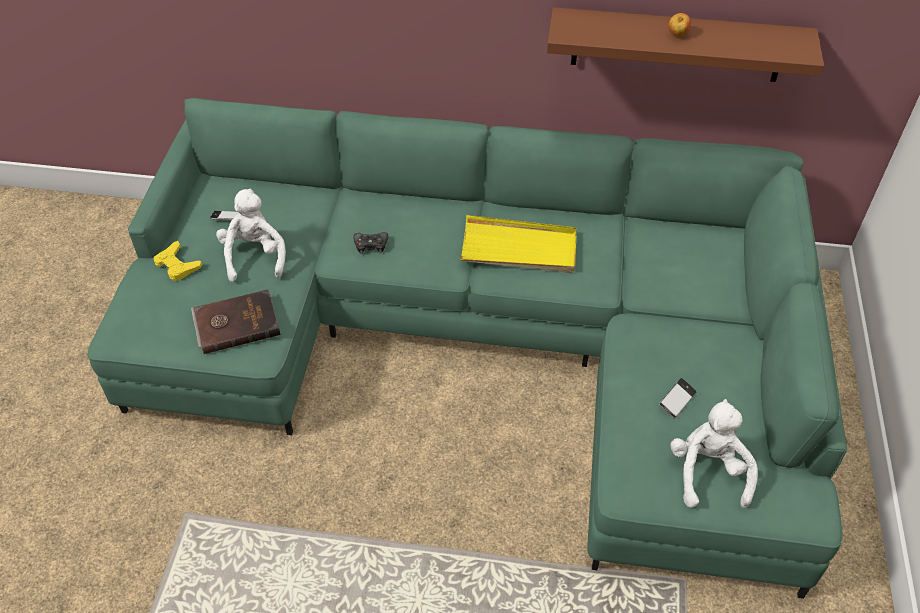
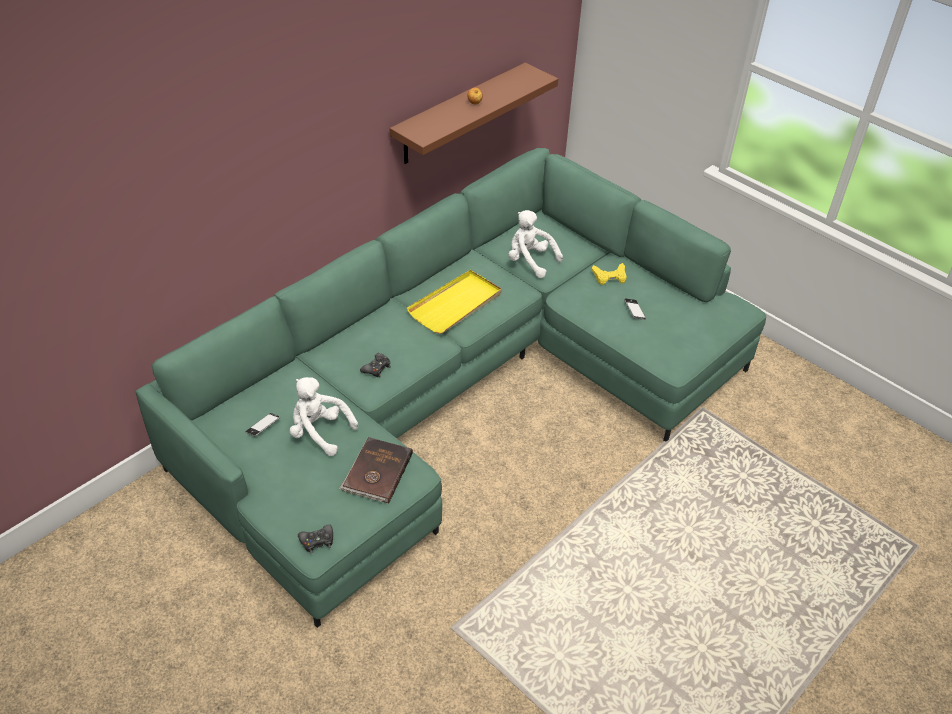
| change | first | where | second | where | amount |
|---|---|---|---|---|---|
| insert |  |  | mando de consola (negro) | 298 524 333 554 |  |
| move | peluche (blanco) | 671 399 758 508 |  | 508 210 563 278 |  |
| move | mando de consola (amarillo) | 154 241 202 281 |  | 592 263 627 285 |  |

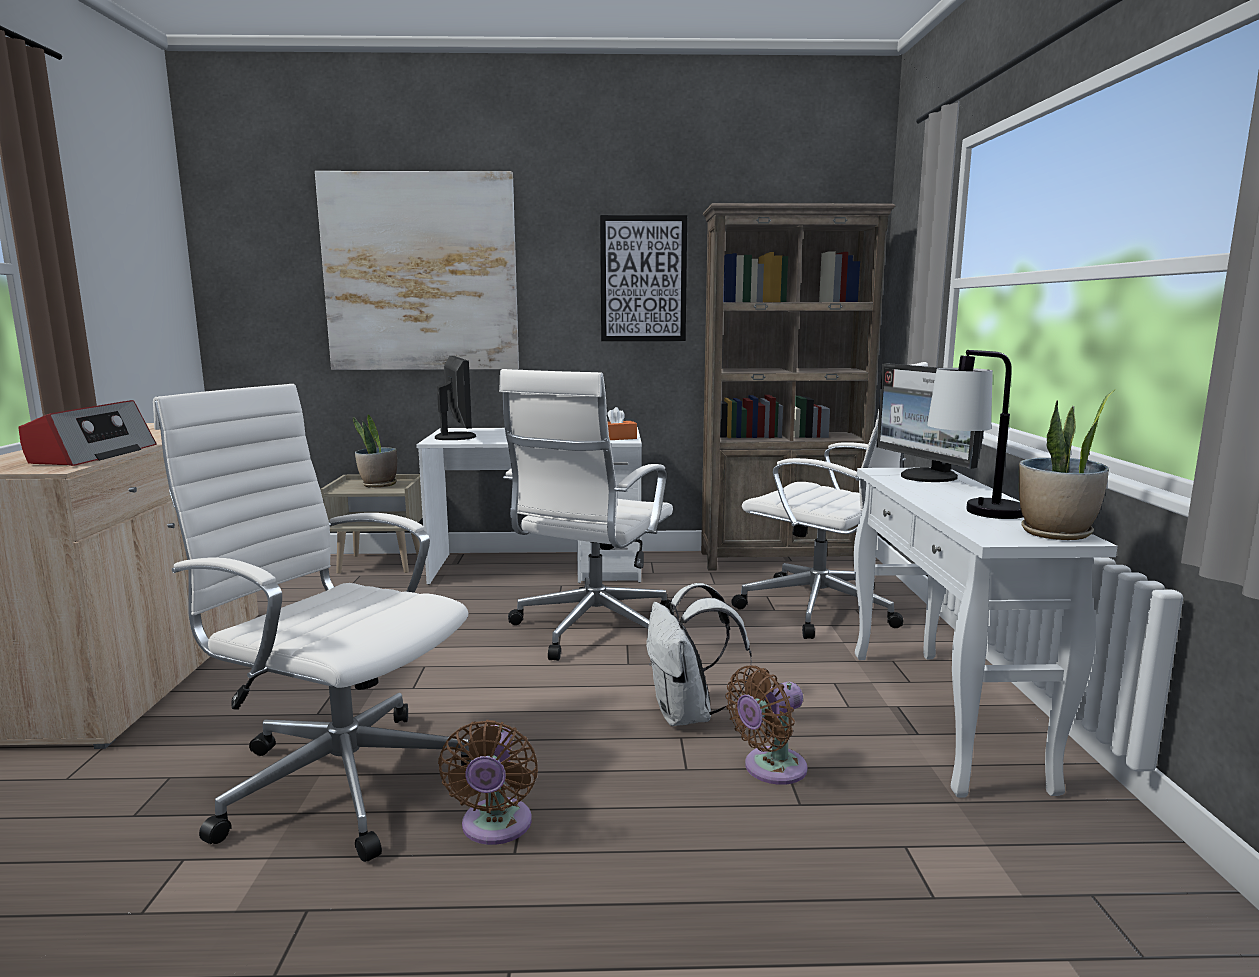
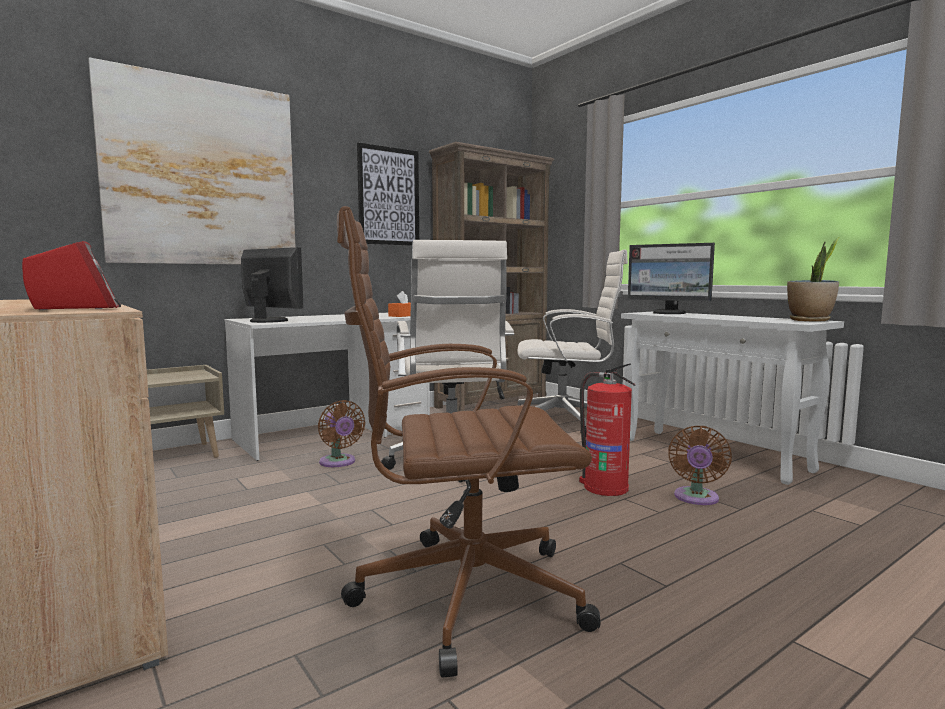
| change | first | where | second | where | amount |
|---|---|---|---|---|---|
| move | ventilador (marrón) | 438 720 538 845 |  | 318 400 365 467 |  |
| recolor | silla de oficina (blanco) | 153 384 471 862 | silla de oficina (marrón) | 337 206 601 677 |  |
| replace | mochila (blanco) | 646 583 752 726 | extintor | 579 363 635 496 |  |
| delete | planta en maceta | 353 414 397 488 |  |  |  |
| delete | lámpara de mesa | 927 350 1023 519 |  |  |  |

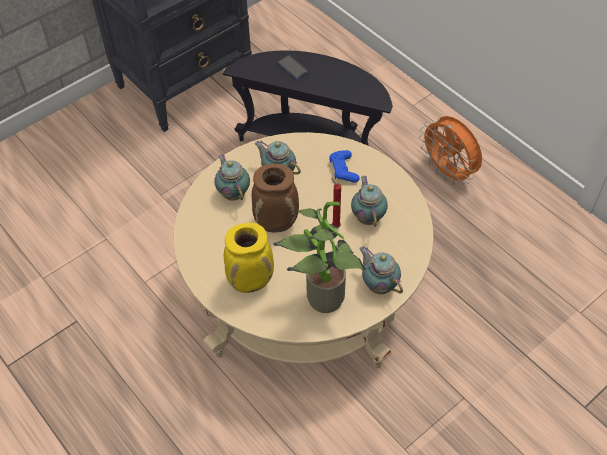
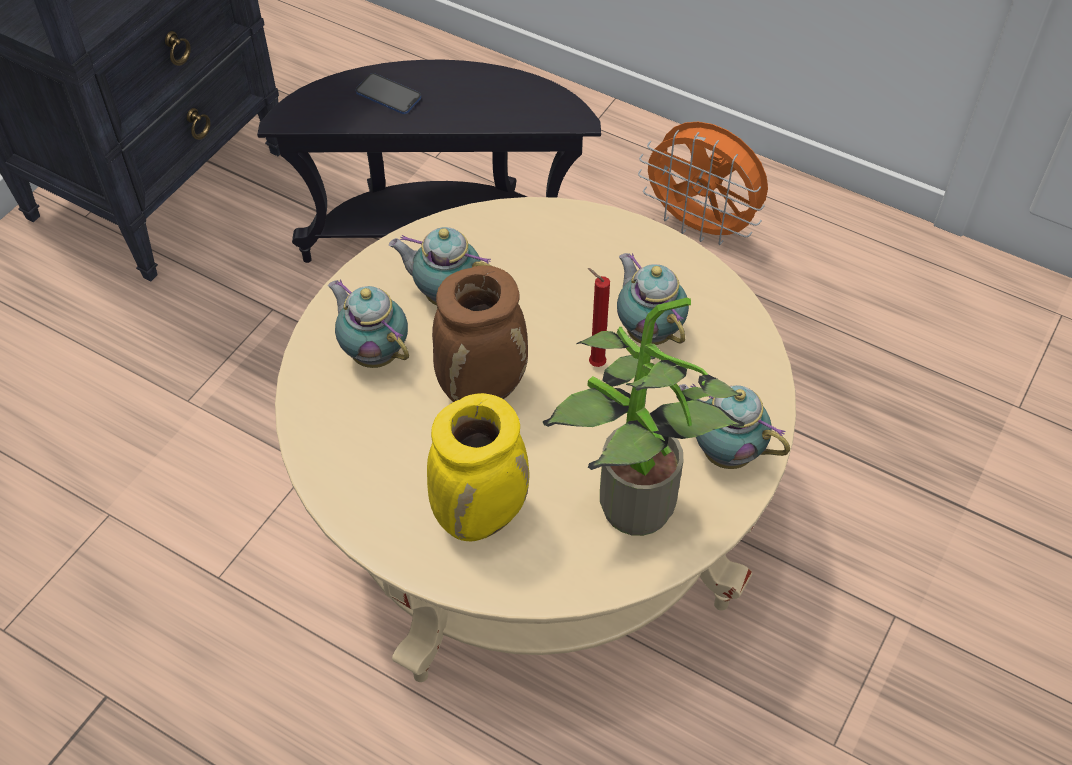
| change | first | where | second | where | amount |
|---|---|---|---|---|---|
| delete | mando de consola (azul) | 329 150 360 183 |  |  |  |

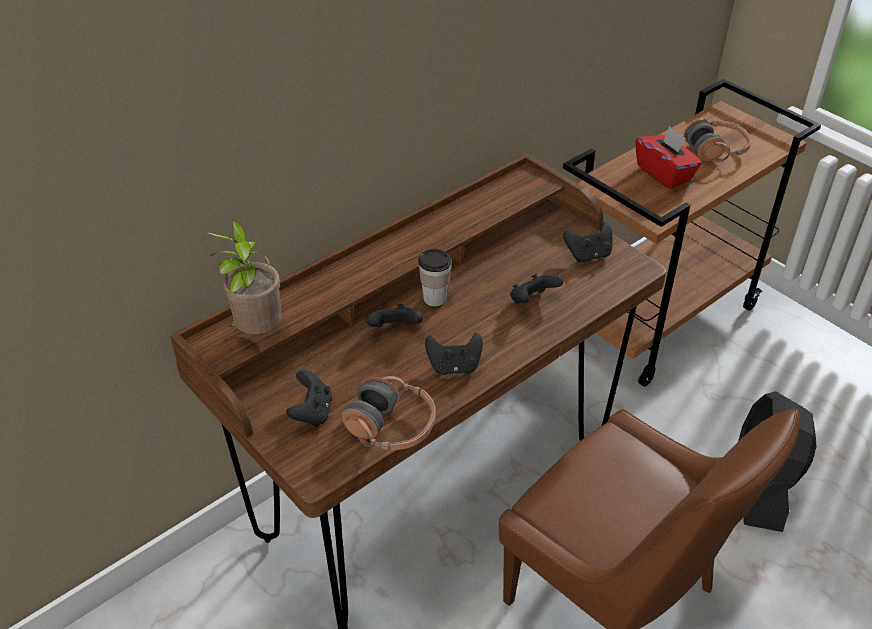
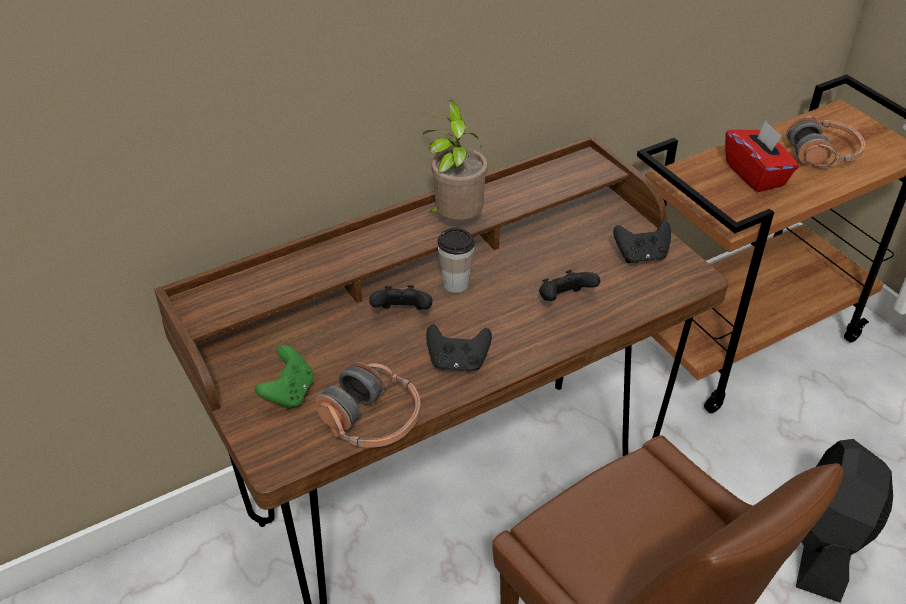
| change | first | where | second | where | amount |
|---|---|---|---|---|---|
| recolor | mando de consola (negro) | 286 370 332 427 | mando de consola (verde) | 255 345 314 409 |  |
| move | planta en maceta | 206 220 282 334 |  | 423 100 488 220 |  |

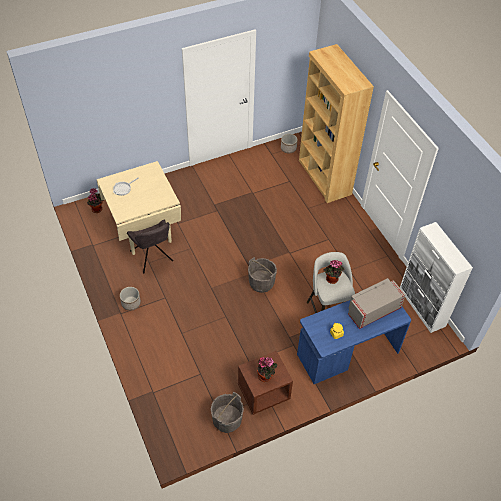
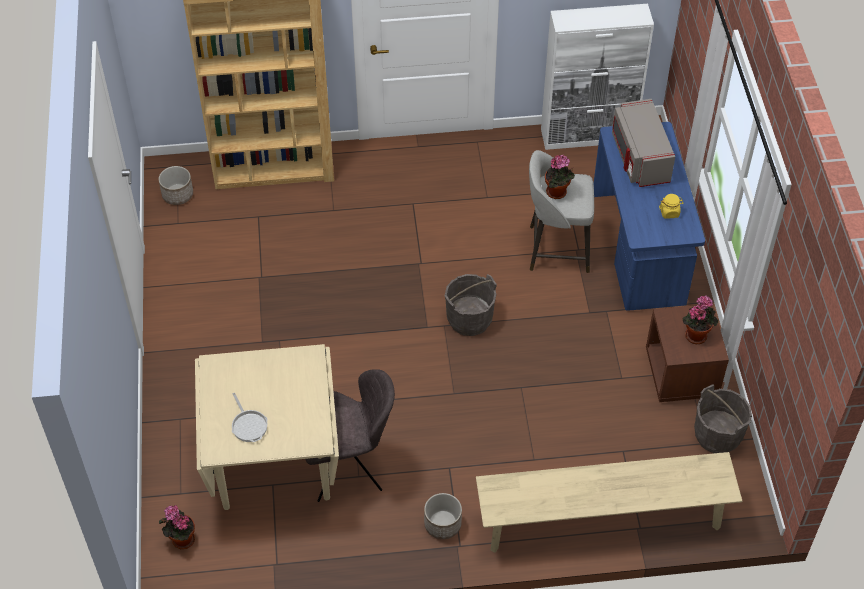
| change | first | where | second | where | amount |
|---|---|---|---|---|---|
| insert |  |  | banco (beis) | 476 452 742 553 |  |

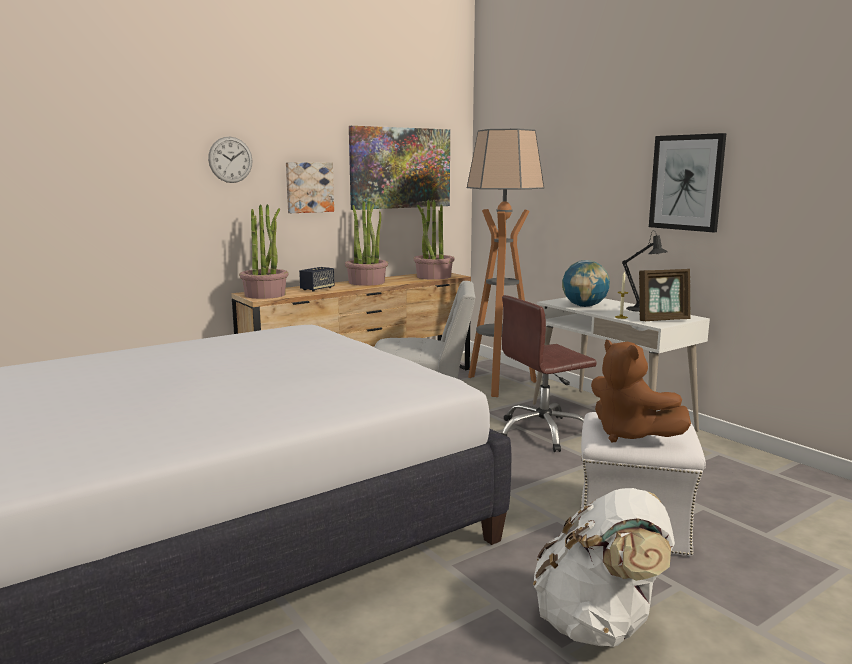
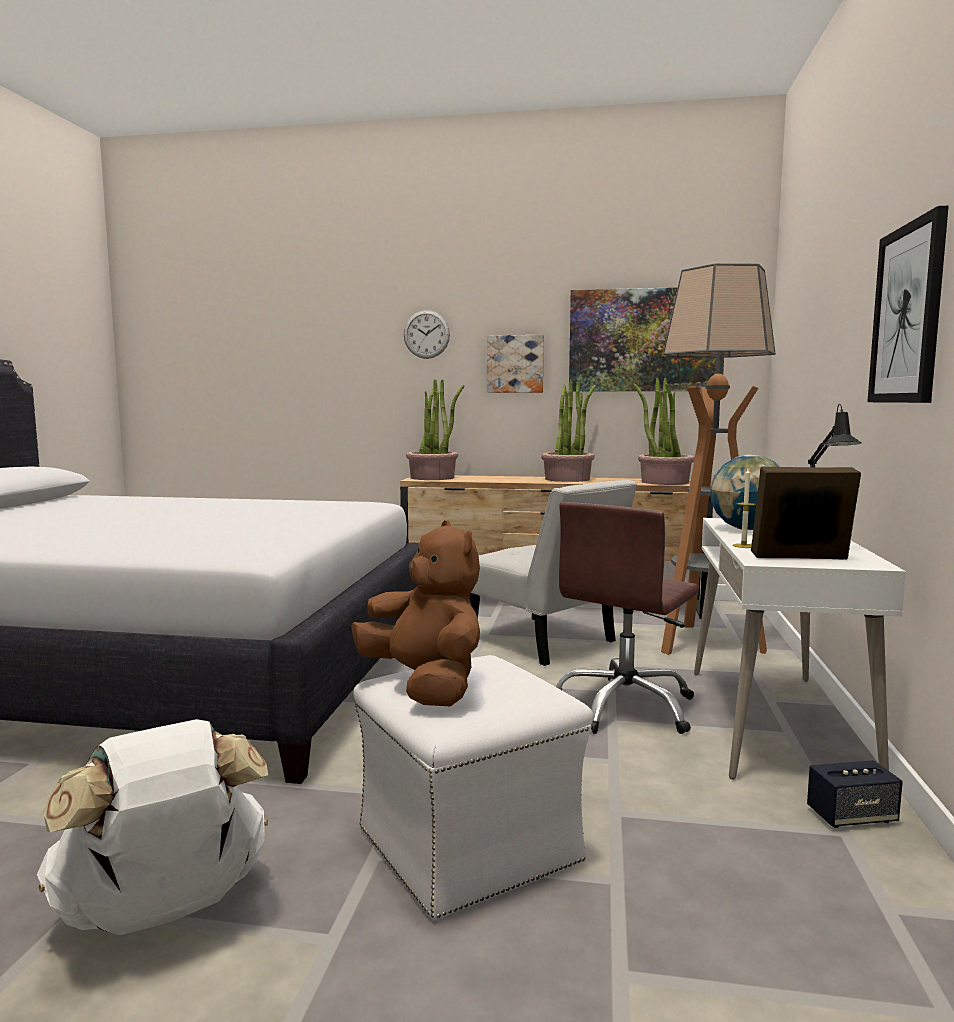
| change | first | where | second | where | amount |
|---|---|---|---|---|---|
| rotate | peluche (marrón) | 591 340 691 442 |  | 351 520 480 706 | 135 degrees clockwise |
| rotate | silla de oficina (marrón) | 501 295 597 452 |  | 556 502 699 734 | 75 degrees counterclockwise |
| rotate | portarretratos | 639 269 691 321 |  | 751 467 861 560 | 150 degrees clockwise |
| move | altavoz | 299 267 335 292 |  | 807 760 903 828 |  |

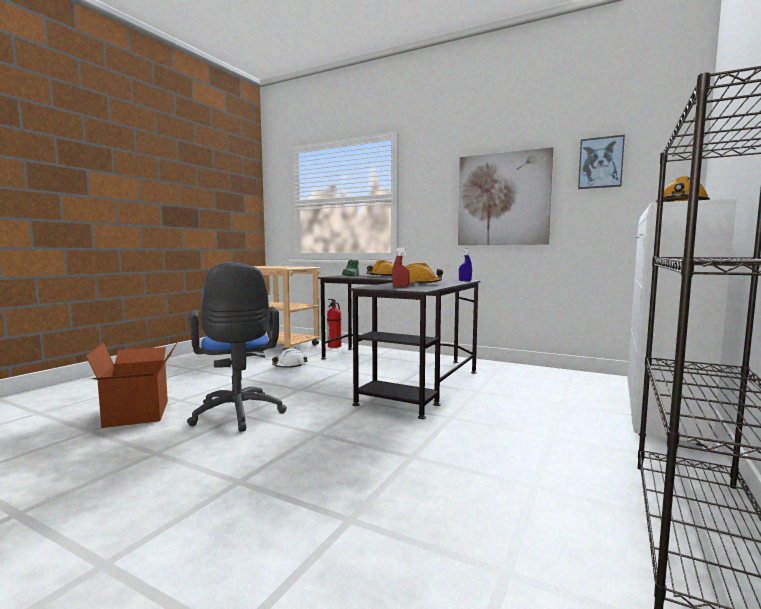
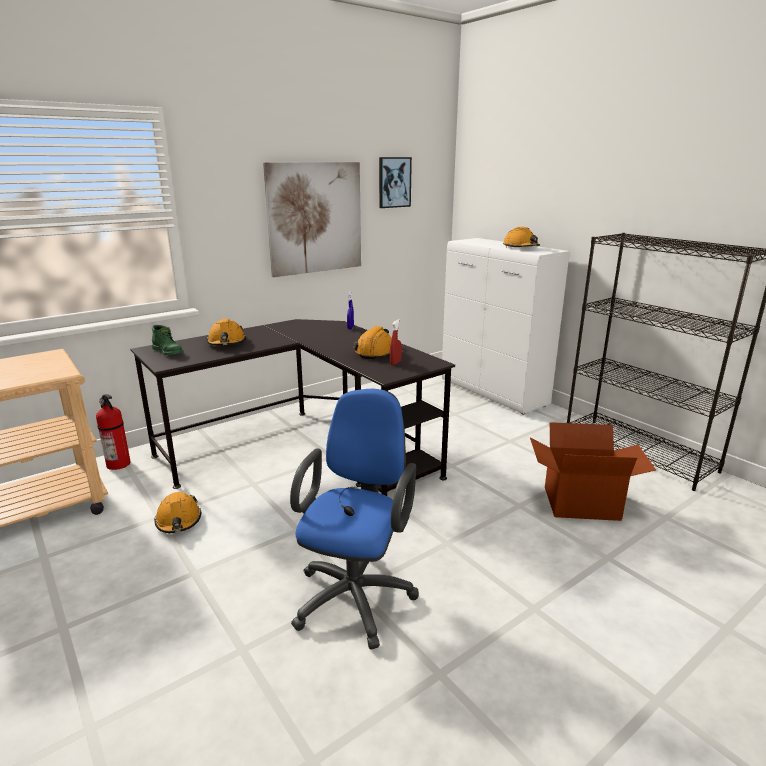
| change | first | where | second | where | amount |
|---|---|---|---|---|---|
| recolor | casco (blanco) | 272 349 308 368 | casco (naranja) | 155 492 201 533 |  |
| rotate | silla de oficina (azul) | 187 263 287 432 |  | 290 389 419 650 | 75 degrees counterclockwise |
| move | caja de cartón | 86 341 178 428 |  | 530 422 656 521 |  |

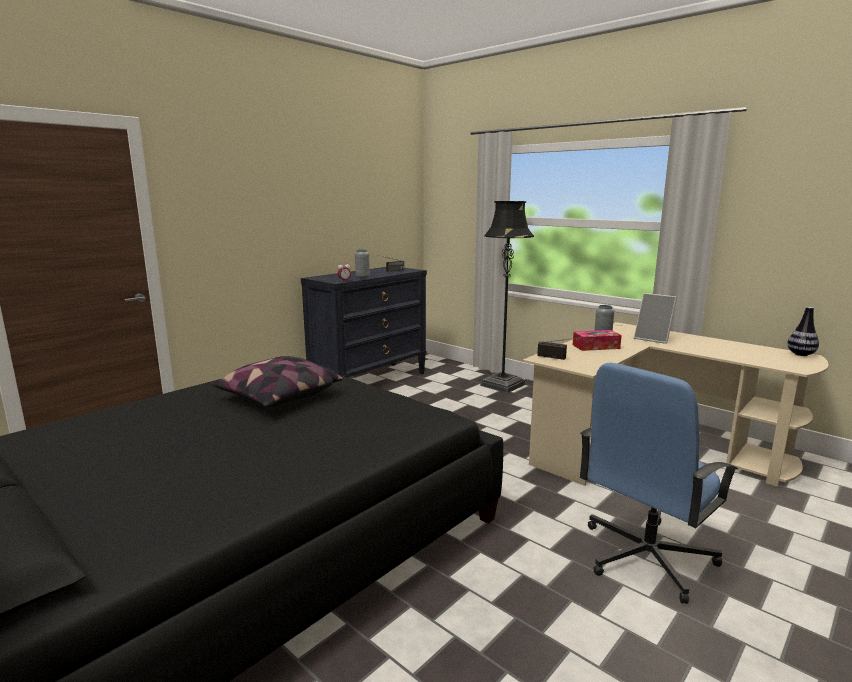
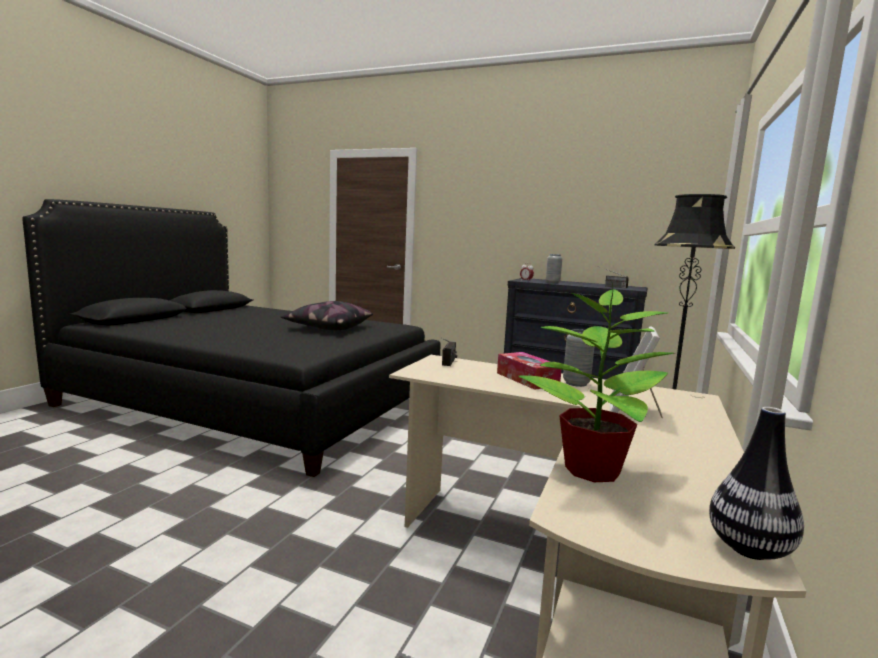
| change | first | where | second | where | amount |
|---|---|---|---|---|---|
| insert |  |  | planta en maceta | 518 283 675 482 |  |
| delete | silla de oficina (azul) | 580 362 738 604 |  |  |  |

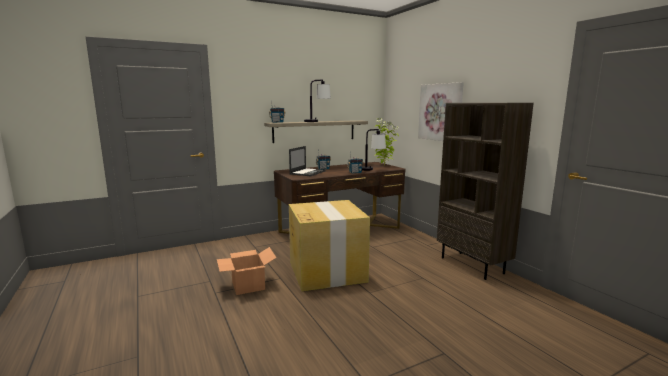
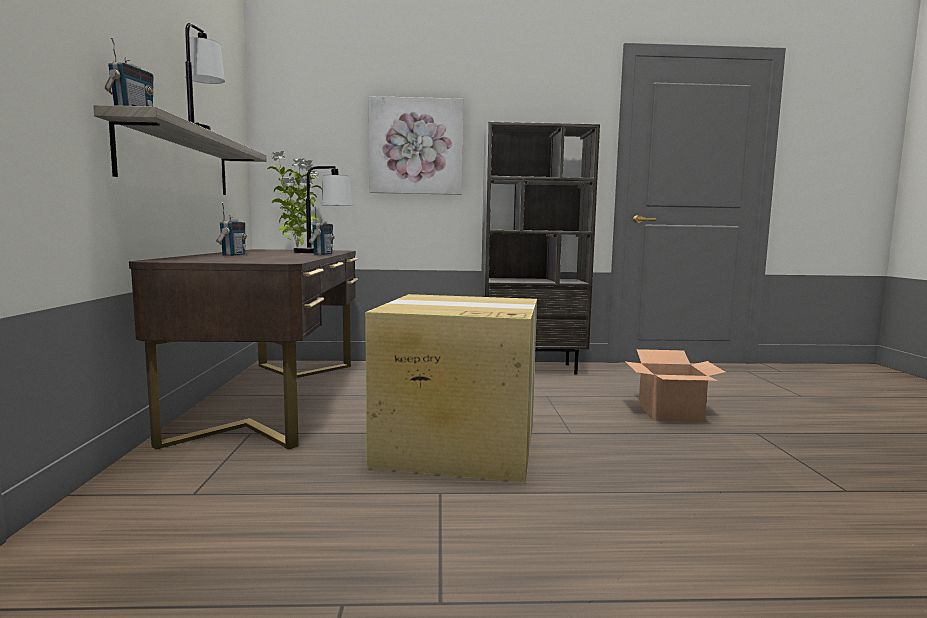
| change | first | where | second | where | amount |
|---|---|---|---|---|---|
| move | caja de cartón | 217 247 276 295 |  | 625 349 726 421 |  |
| delete | portátil | 289 146 326 176 |  |  |  |

